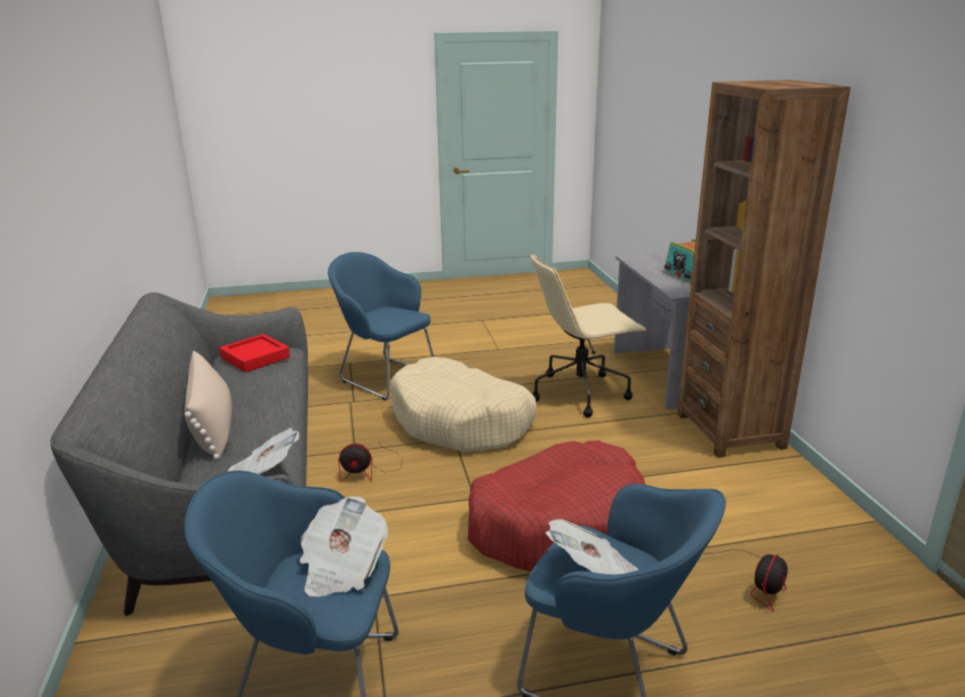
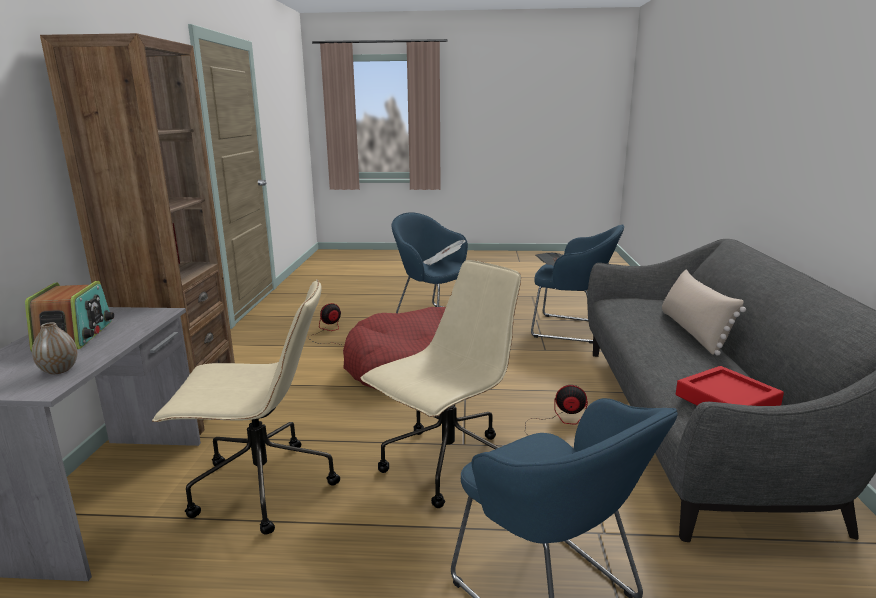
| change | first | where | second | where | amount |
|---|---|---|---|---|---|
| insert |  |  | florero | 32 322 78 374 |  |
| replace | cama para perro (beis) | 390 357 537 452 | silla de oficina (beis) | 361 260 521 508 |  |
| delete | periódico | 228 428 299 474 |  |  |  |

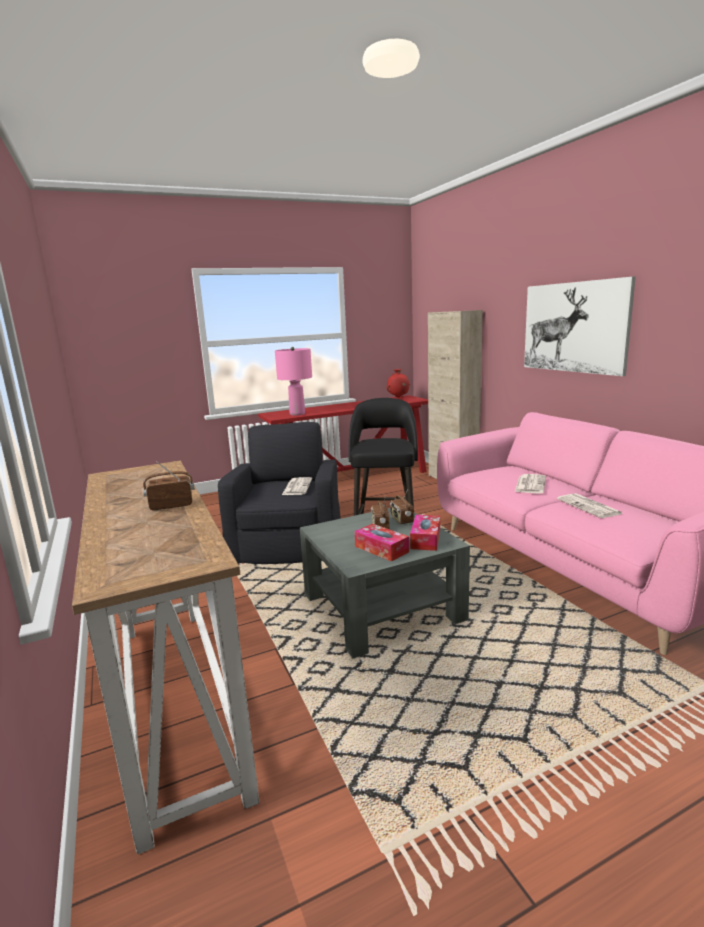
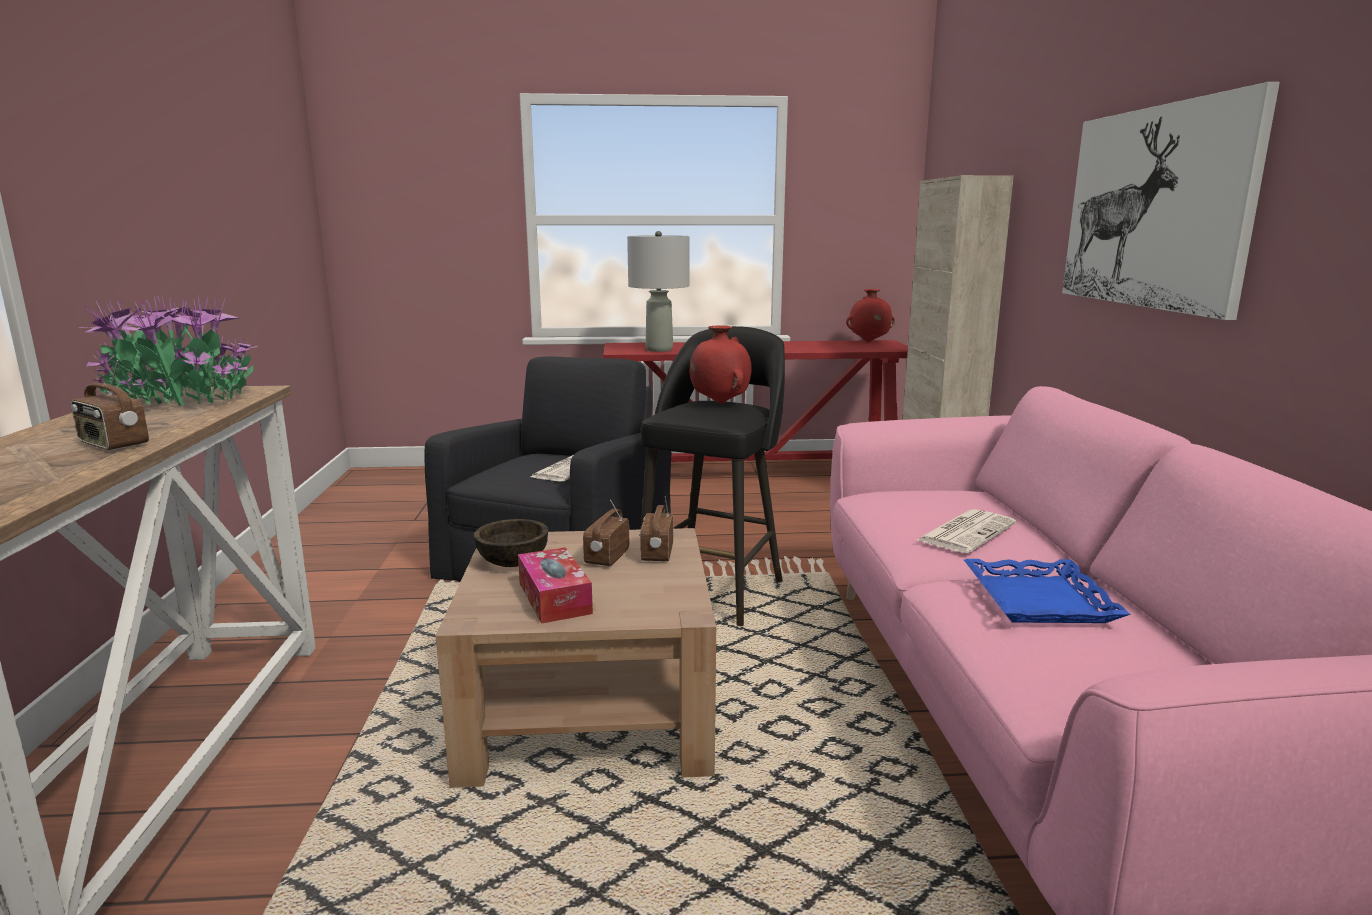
| change | first | where | second | where | amount |
|---|---|---|---|---|---|
| rotate | radio | 143 461 195 511 |  | 71 360 149 451 | 150 degrees counterclockwise |
| insert |  |  | planta en maceta | 80 294 258 406 |  |
| recolor | mesa de centro (gris) | 300 508 470 658 | mesa de centro (marrón) | 436 528 716 788 |  |
| insert |  |  | cuenco (marrón) | 474 519 548 567 |  |
| recolor | lámpara de mesa (rosa) | 275 347 312 416 | lámpara de mesa (gris) | 627 231 689 352 |  |
| insert |  |  | florero (rojo) | 690 325 752 404 |  |
| replace | periódico | 557 493 623 518 | bandeja (azul) | 964 559 1131 623 |  |
| delete | caja de pañuelos | 410 515 440 551 |  |  |  |

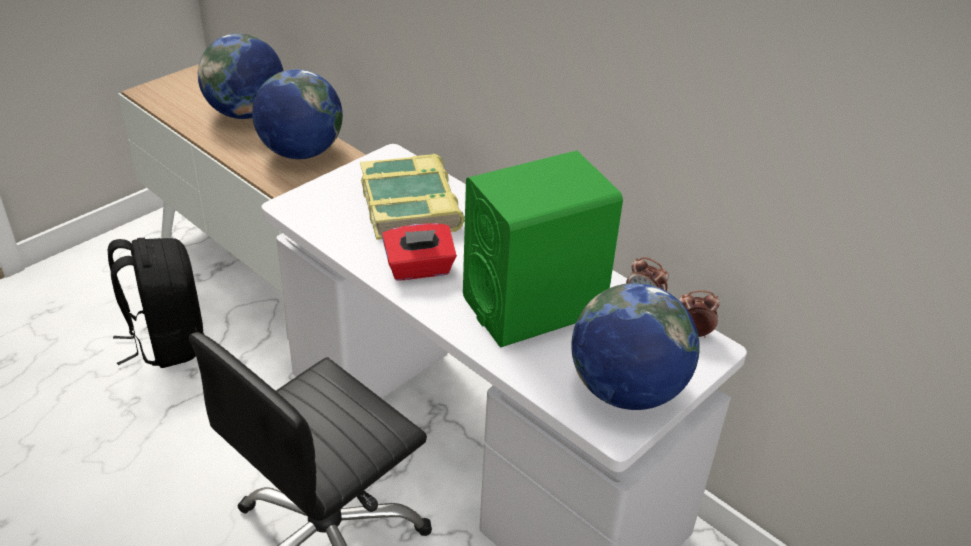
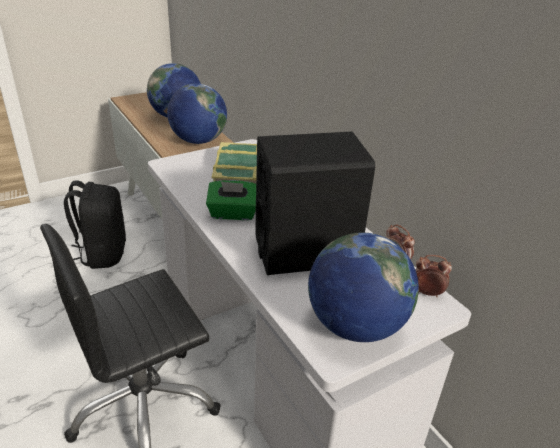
| change | first | where | second | where | amount |
|---|---|---|---|---|---|
| recolor | caja de pañuelos (rojo) | 382 223 457 280 | caja de pañuelos (verde) | 206 180 256 220 |  |
| recolor | altavoz (verde) | 463 151 623 347 | altavoz (negro) | 255 131 375 275 |  |

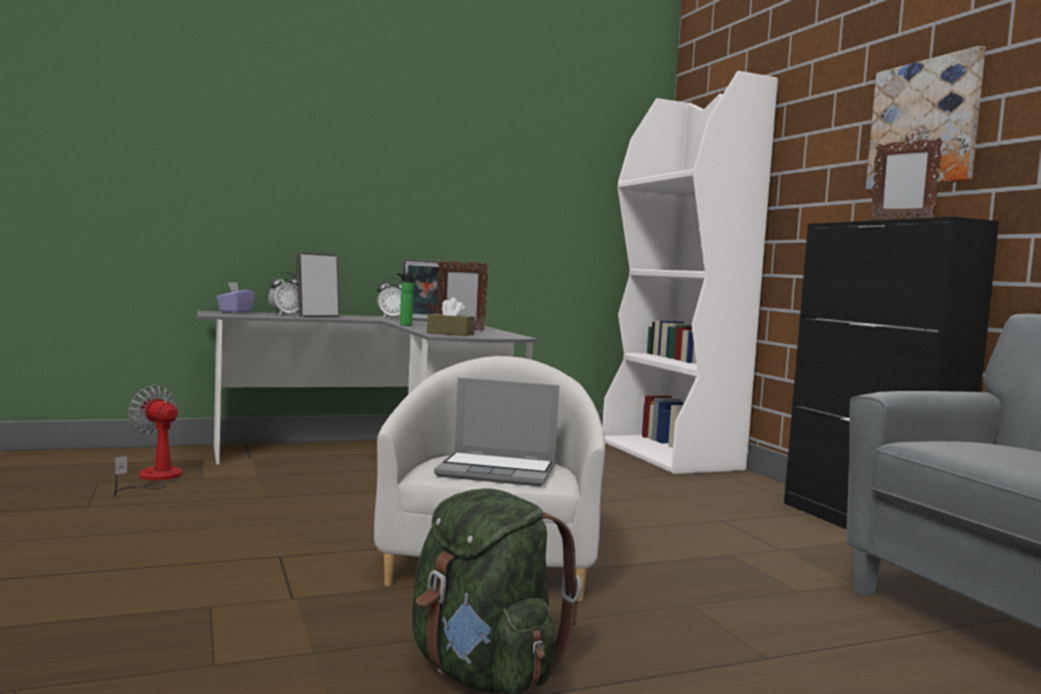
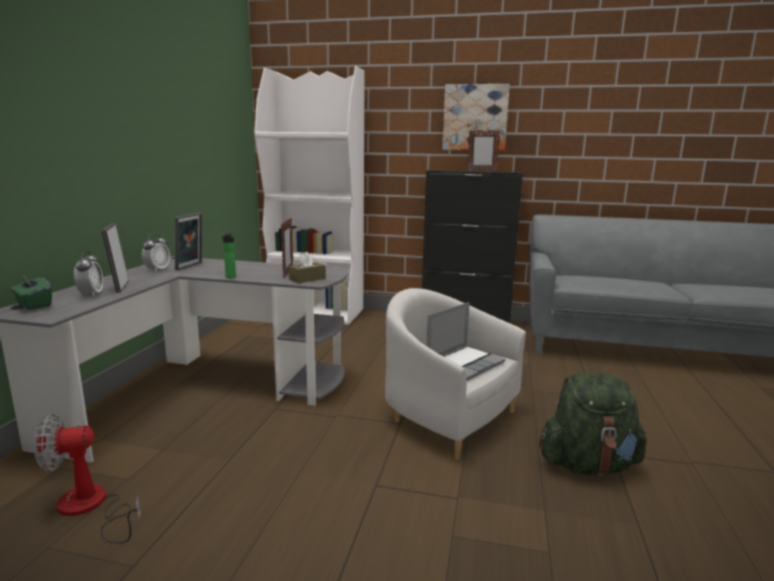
| change | first | where | second | where | amount |
|---|---|---|---|---|---|
| recolor | caja de pañuelos (morado) | 216 282 255 313 | caja de pañuelos (verde) | 10 274 52 310 |  |

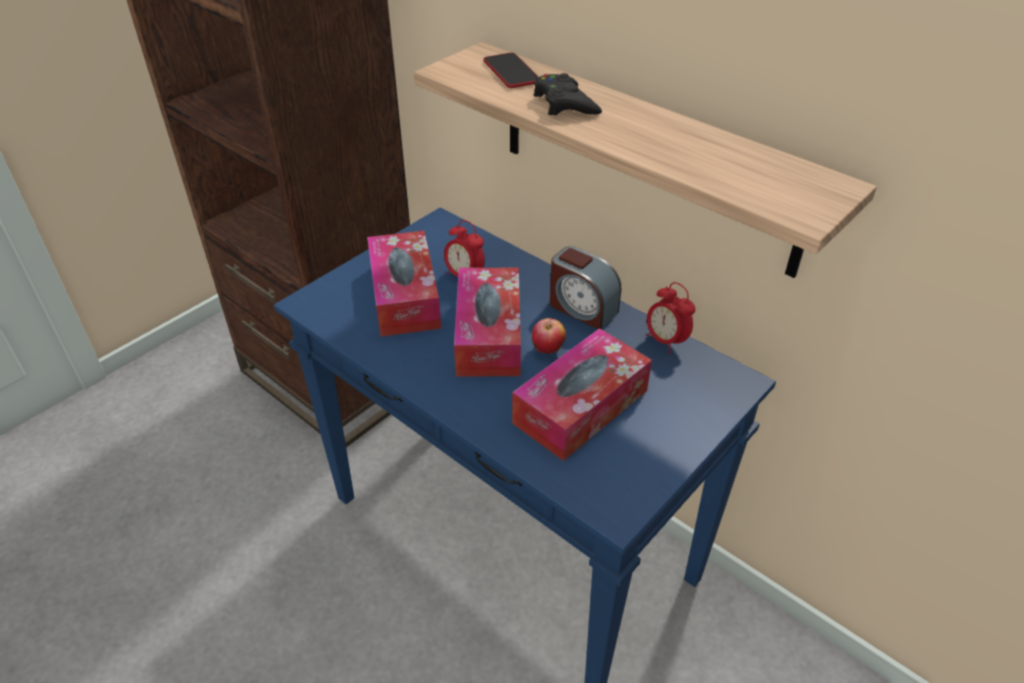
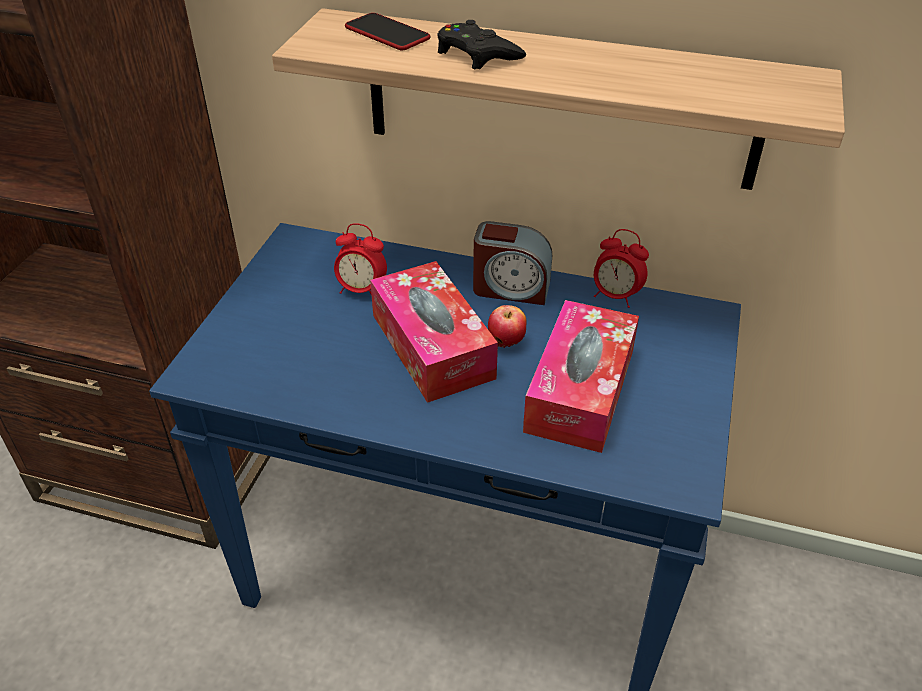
| change | first | where | second | where | amount |
|---|---|---|---|---|---|
| delete | caja de pañuelos | 367 231 441 337 |  |  |  |

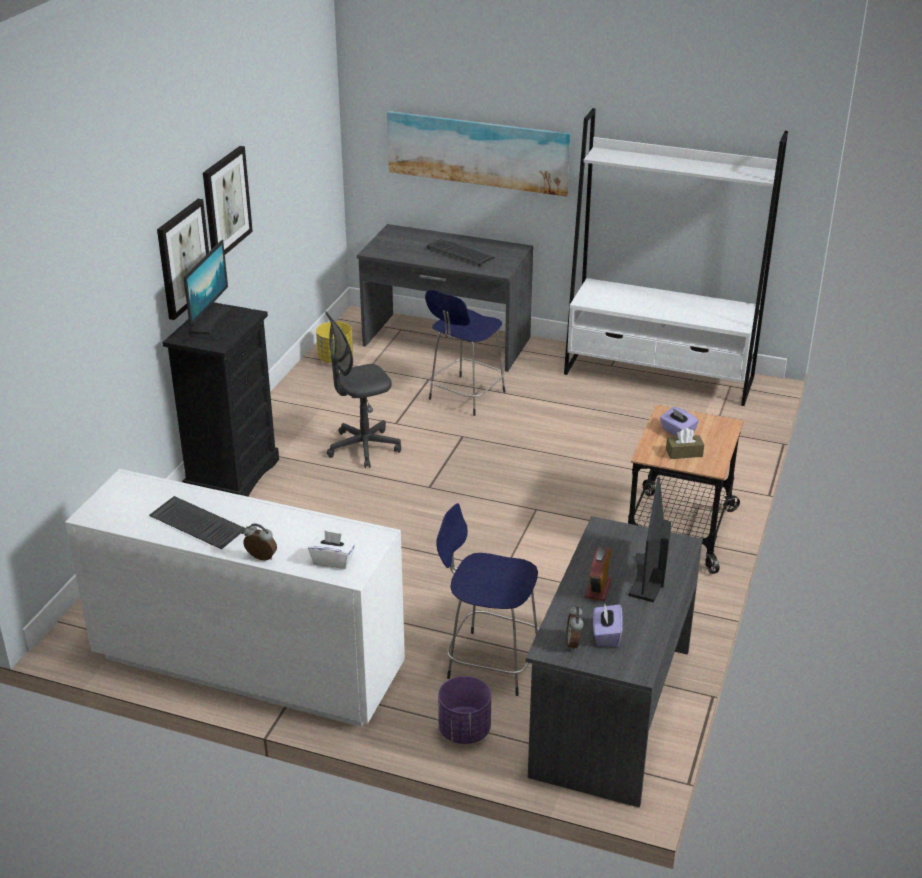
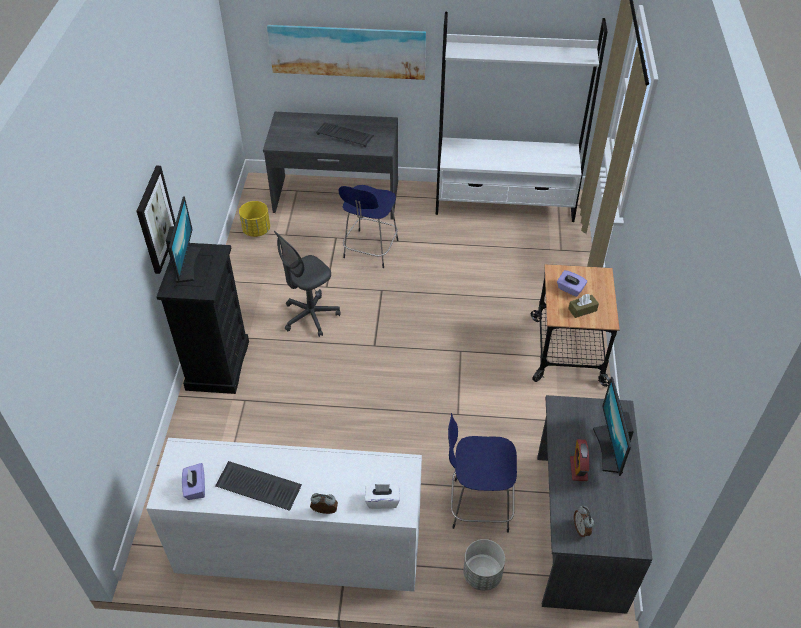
| change | first | where | second | where | amount |
|---|---|---|---|---|---|
| move | caja de pañuelos (morado) | 593 604 623 647 |  | 182 463 205 500 |  |
| recolor | maceta (morado) | 438 676 491 744 | maceta (gris) | 463 539 505 591 |  |
| delete | cuadro | 203 146 253 255 |  |  |  |

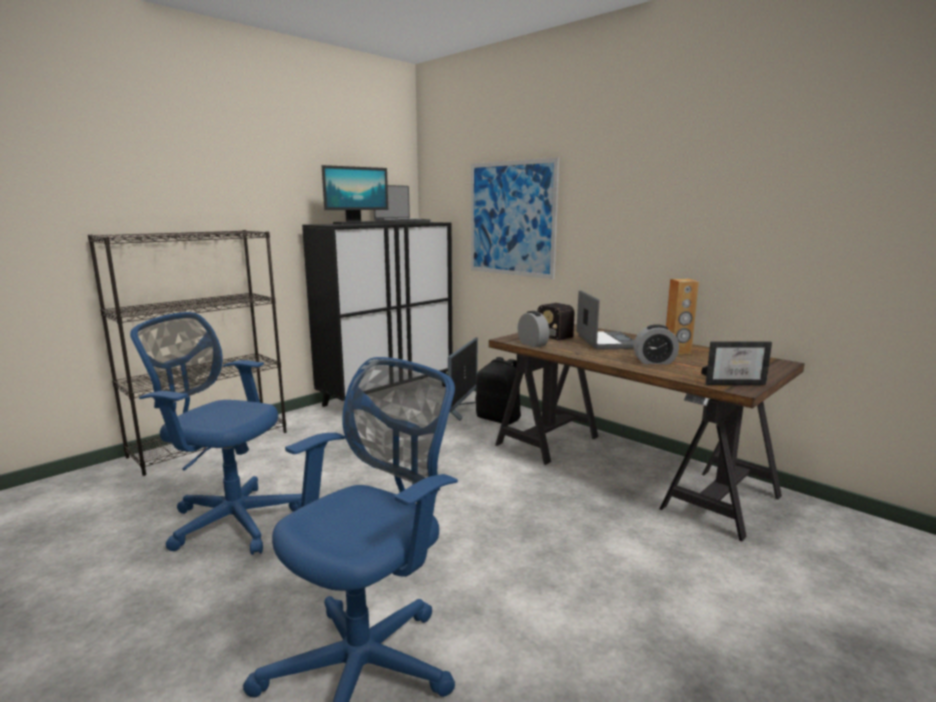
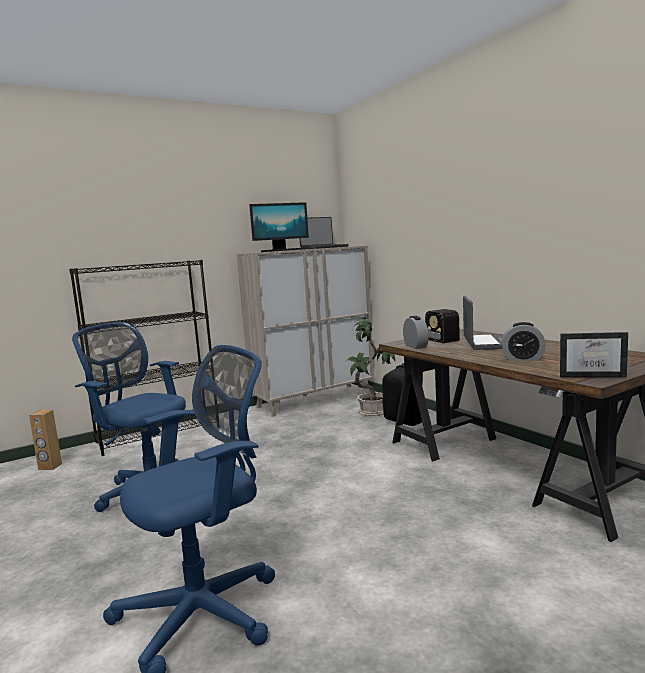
| change | first | where | second | where | amount |
|---|---|---|---|---|---|
| move | altavoz (marrón) | 666 279 699 354 |  | 29 410 62 470 |  |
| recolor | armario (negro) | 302 222 452 407 | armario (beis) | 237 246 374 417 |  |
| replace | monitor | 448 338 478 421 | planta en maceta | 346 317 395 416 |  |
| delete | cuadro | 471 157 559 279 |  |  |  |

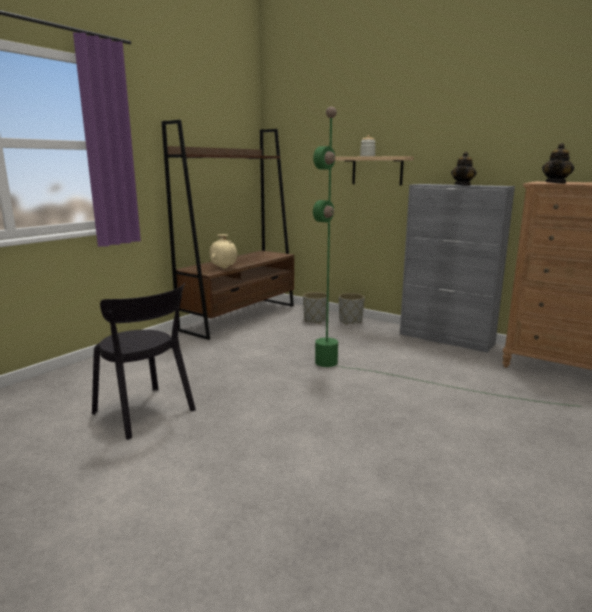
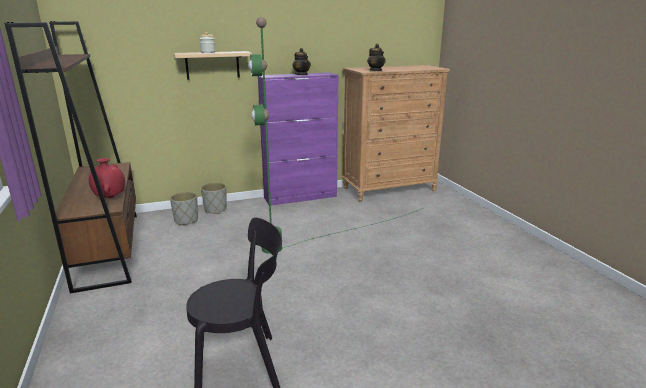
| change | first | where | second | where | amount |
|---|---|---|---|---|---|
| recolor | florero (beis) | 210 234 237 269 | florero (rojo) | 89 158 125 199 |  |
| recolor | armario (gris) | 400 184 515 353 | armario (morado) | 258 72 339 205 |  |

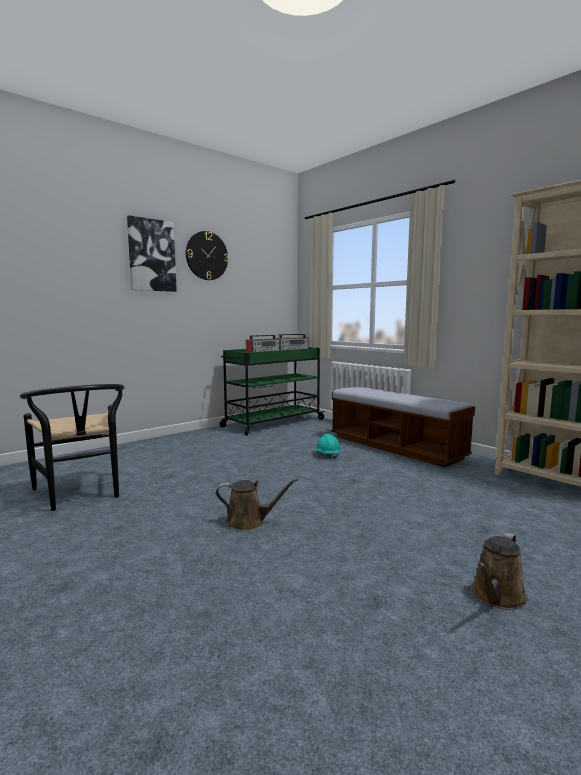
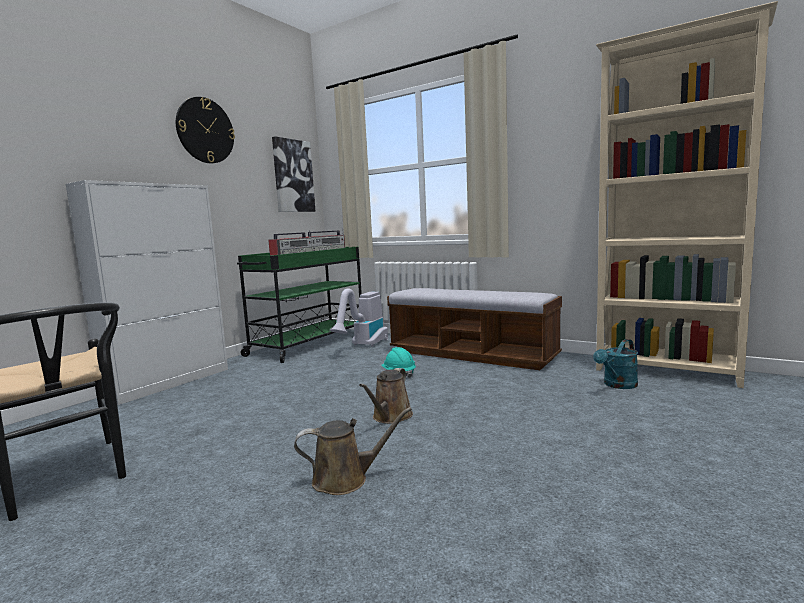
| change | first | where | second | where | amount |
|---|---|---|---|---|---|
| insert |  |  | armario (blanco) | 66 180 228 405 |  |
| move | cuadro | 127 215 177 292 |  | 272 136 315 212 |  |
| insert |  |  | aspiradora | 330 288 388 347 |  |
| move | regadera (marrón) | 472 532 528 610 |  | 359 368 413 424 |  |
| insert |  |  | regadera (turquesa) | 593 339 638 389 |  |

